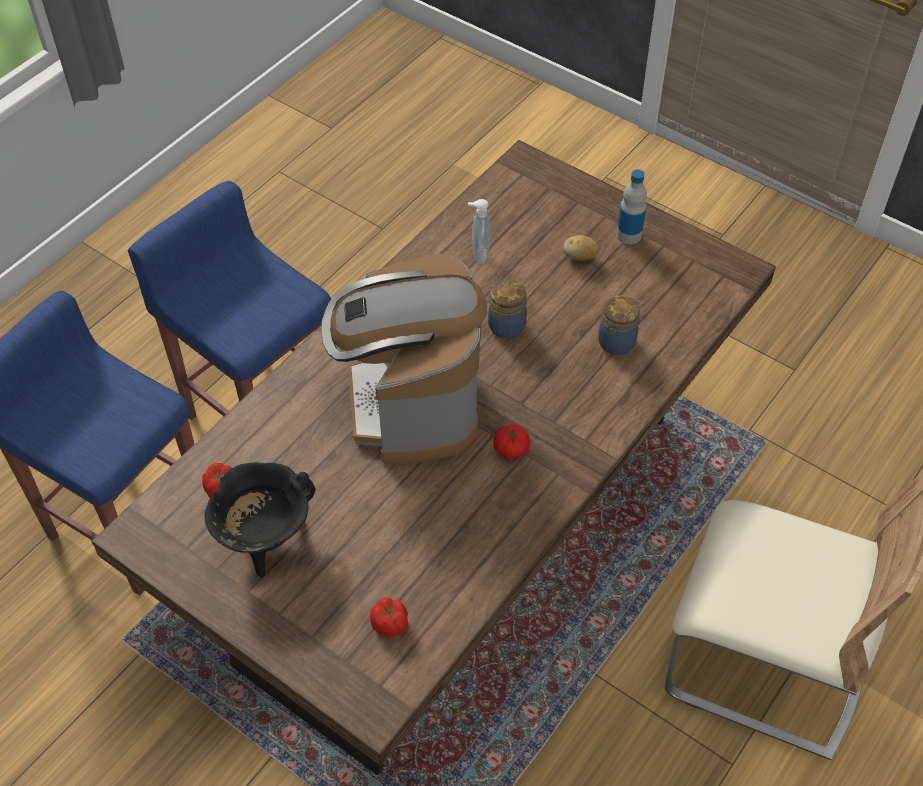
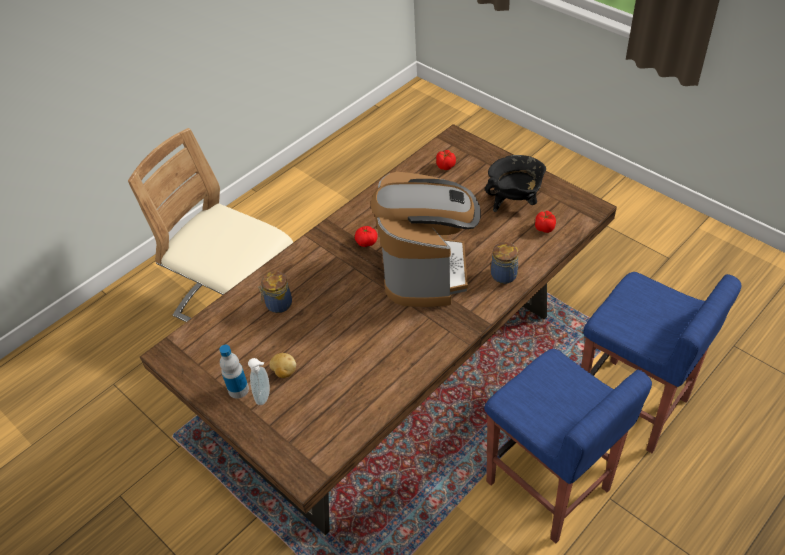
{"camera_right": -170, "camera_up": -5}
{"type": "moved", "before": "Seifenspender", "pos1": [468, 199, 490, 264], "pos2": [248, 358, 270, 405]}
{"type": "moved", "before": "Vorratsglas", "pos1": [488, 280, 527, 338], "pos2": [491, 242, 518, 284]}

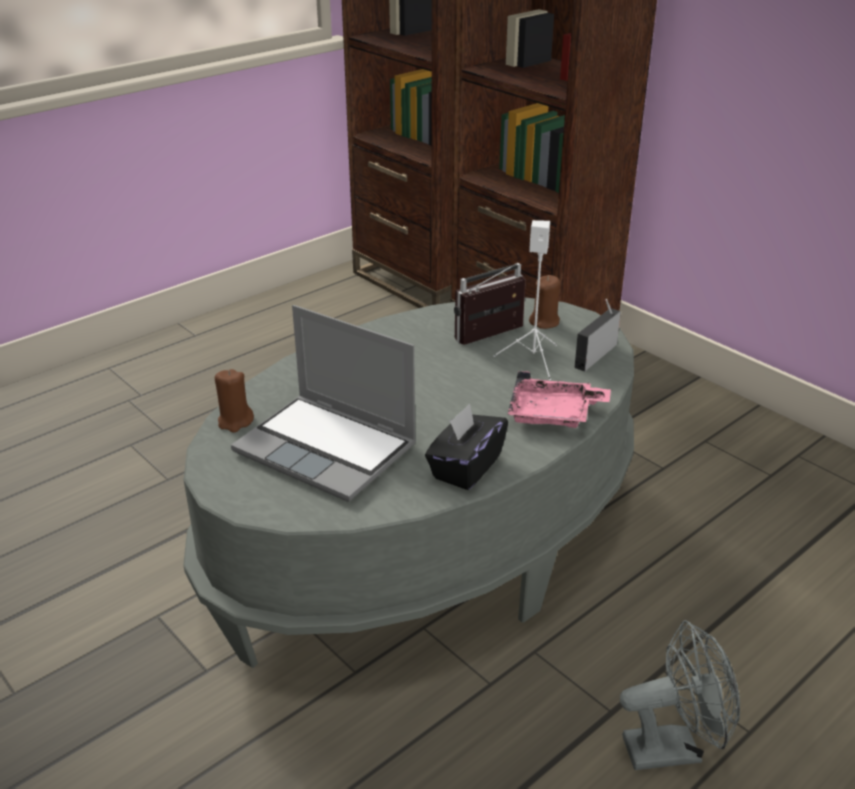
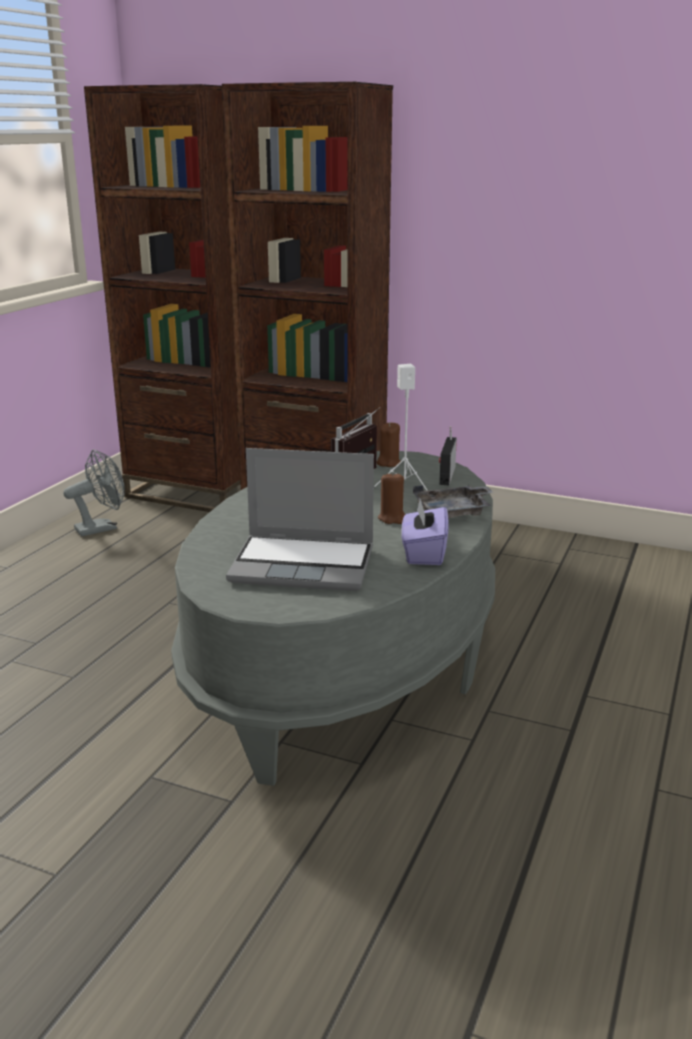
{"camera_right": -25, "camera_up": -10}
{"type": "moved", "before": "Kerze [braun]", "pos1": [215, 369, 254, 433], "pos2": [378, 472, 405, 524]}
{"type": "recoloured", "before": "Taschentuchbox [schwarz]", "after": "Taschentuchbox [lila]", "pos1": [425, 403, 508, 490], "pos2": [402, 499, 448, 565]}
{"type": "recoloured", "before": "Tablett [rosa]", "after": "Tablett [grau]", "pos1": [507, 371, 611, 428], "pos2": [413, 485, 494, 518]}
{"type": "moved", "before": "Ventilator [grau]", "pos1": [620, 620, 740, 770], "pos2": [63, 449, 125, 536]}

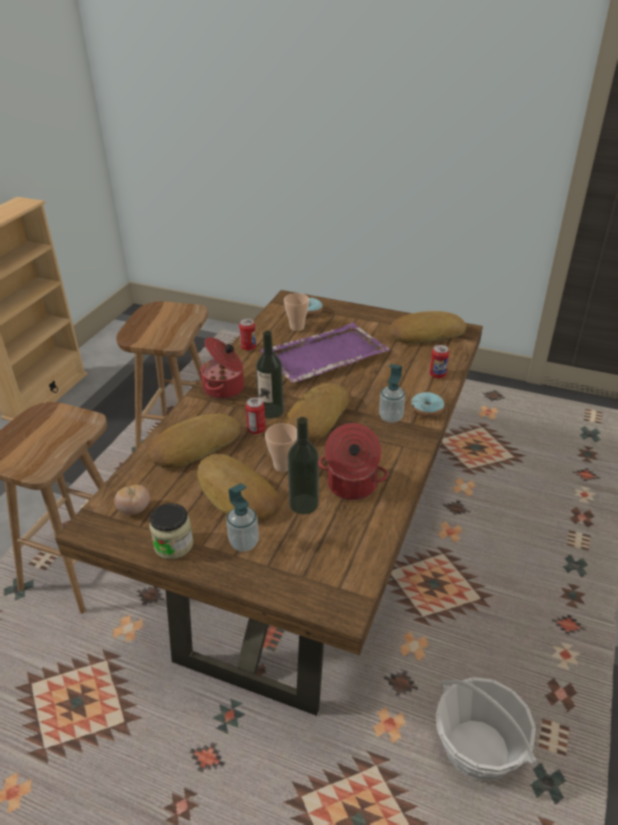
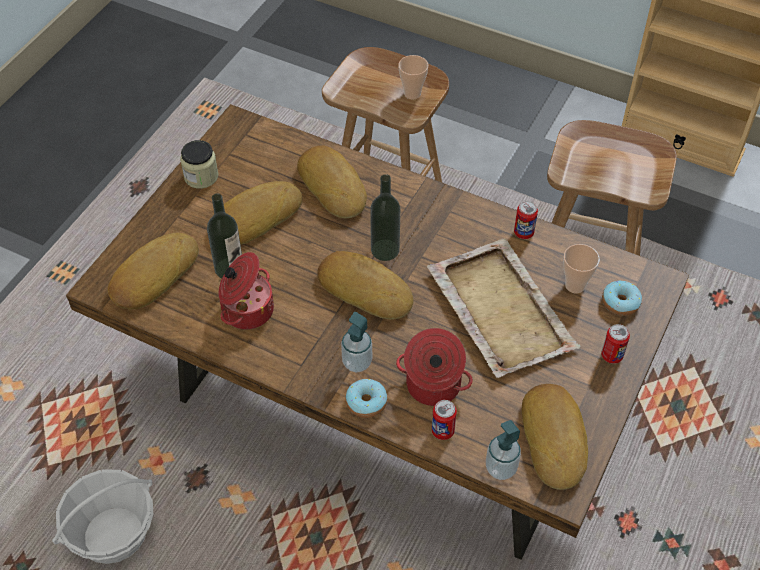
{"camera_right": 95, "camera_up": 15}
{"type": "removed", "before": "Tomate", "pos1": [114, 485, 150, 515]}
{"type": "moved", "before": "Kochtopf", "pos1": [200, 337, 244, 399], "pos2": [396, 328, 473, 406]}
{"type": "moved", "before": "Seifenspender", "pos1": [226, 483, 259, 552], "pos2": [486, 420, 521, 480]}
{"type": "moved", "before": "Dose", "pos1": [245, 397, 266, 434], "pos2": [601, 324, 630, 364]}
{"type": "recoloured", "before": "Tablett [lila]", "after": "Tablett [beige]", "pos1": [260, 322, 390, 383], "pos2": [427, 238, 581, 378]}
{"type": "moved", "before": "Tasse", "pos1": [265, 423, 297, 472], "pos2": [398, 55, 428, 99]}
{"type": "added", "after": "Brot", "pos2": [108, 233, 199, 310]}

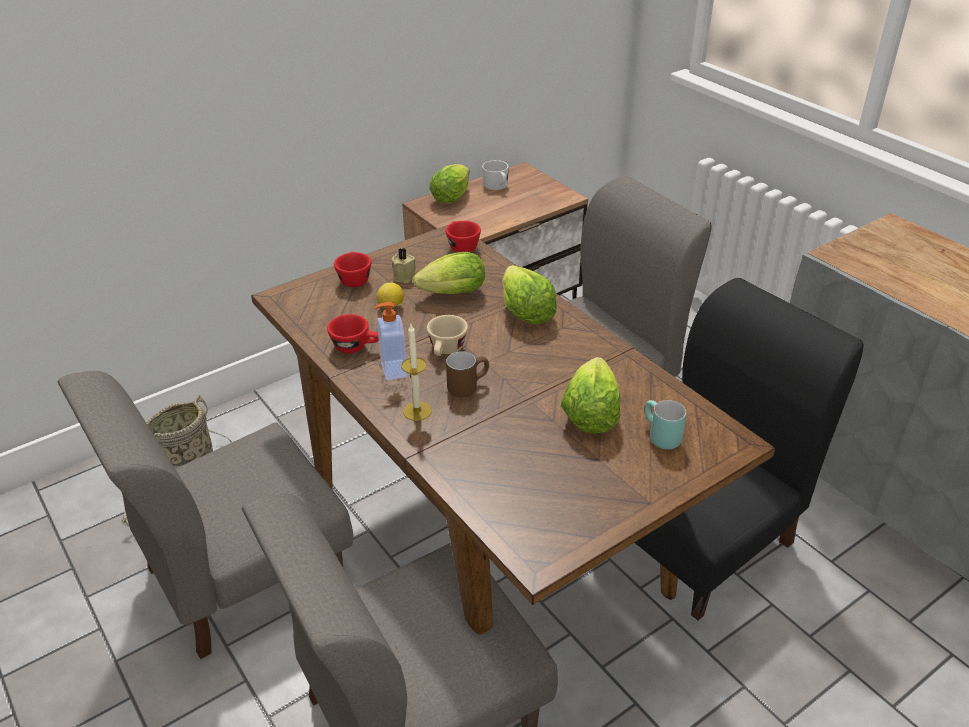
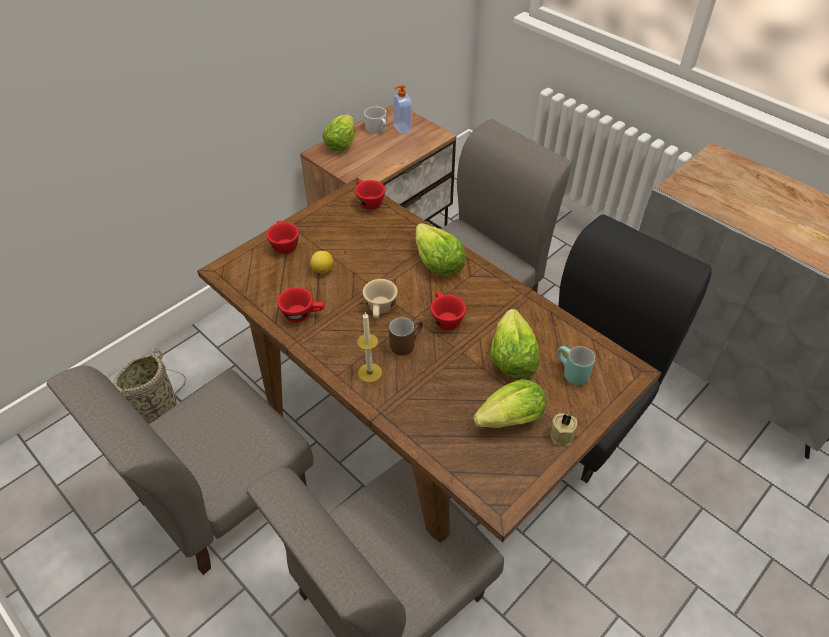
{"camera_right": -10, "camera_up": 10}
{"type": "moved", "before": "Seifenspender", "pos1": [374, 302, 408, 380], "pos2": [393, 85, 412, 134]}
{"type": "moved", "before": "Kerze [beige]", "pos1": [392, 248, 418, 283], "pos2": [551, 413, 577, 447]}
{"type": "moved", "before": "Salatkopf", "pos1": [413, 252, 485, 294], "pos2": [473, 379, 546, 428]}
{"type": "added", "after": "Tasse [rot]", "pos2": [430, 292, 466, 330]}

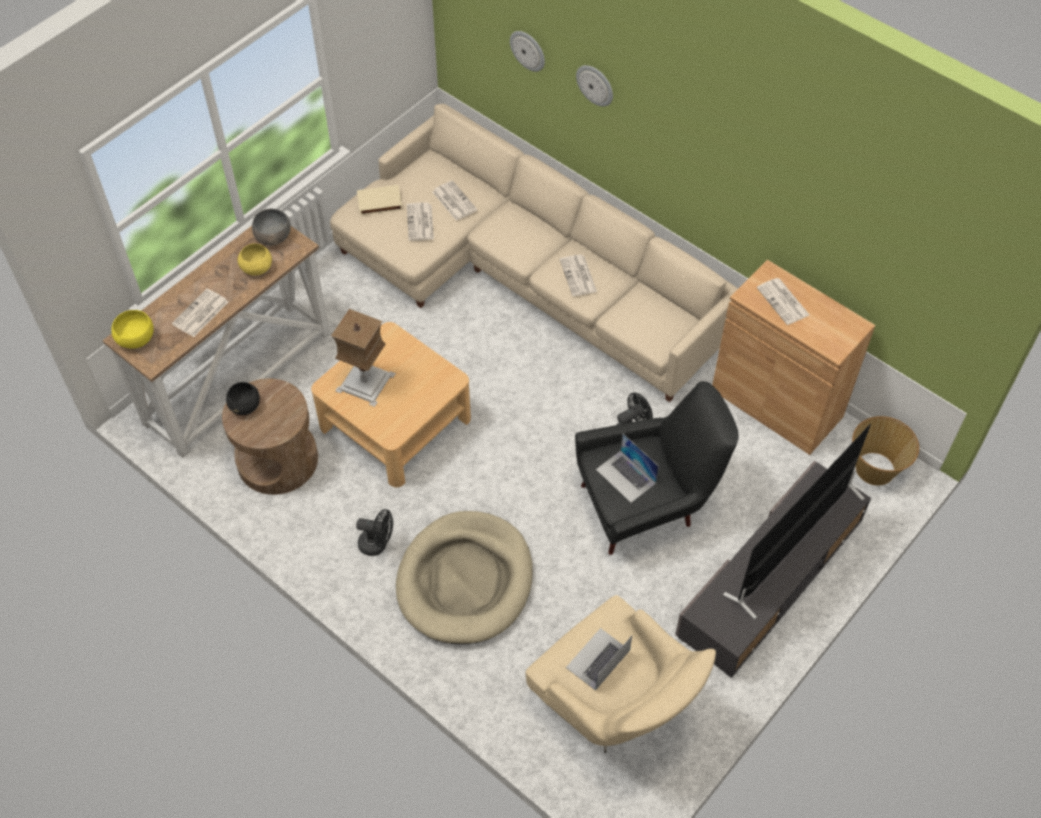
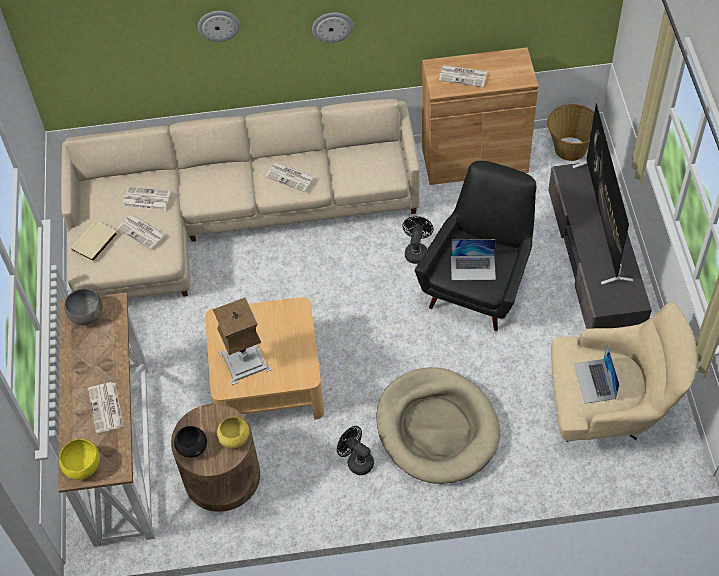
{"camera_right": -45, "camera_up": 0}
{"type": "moved", "before": "Schüssel [gelb]", "pos1": [238, 244, 272, 276], "pos2": [217, 417, 250, 449]}
{"type": "turned", "before": "Ventilator [schwarz]", "pos1": [356, 509, 393, 556], "pos2": [337, 426, 374, 475], "turn": -105}
{"type": "moved", "before": "Wanduhr", "pos1": [510, 31, 545, 72], "pos2": [312, 12, 353, 43]}

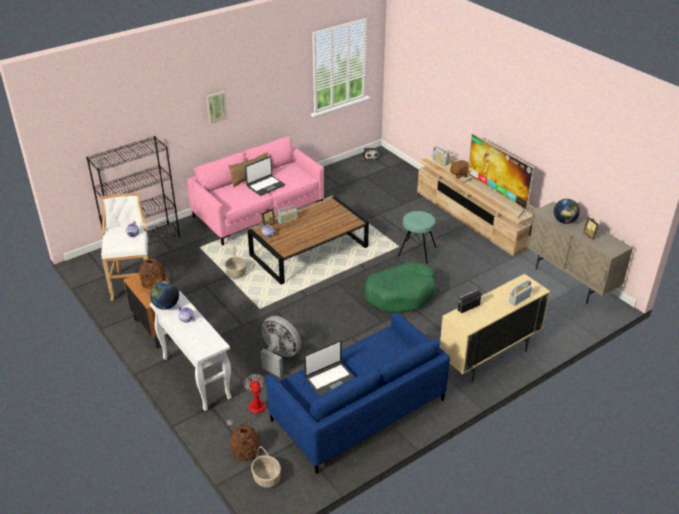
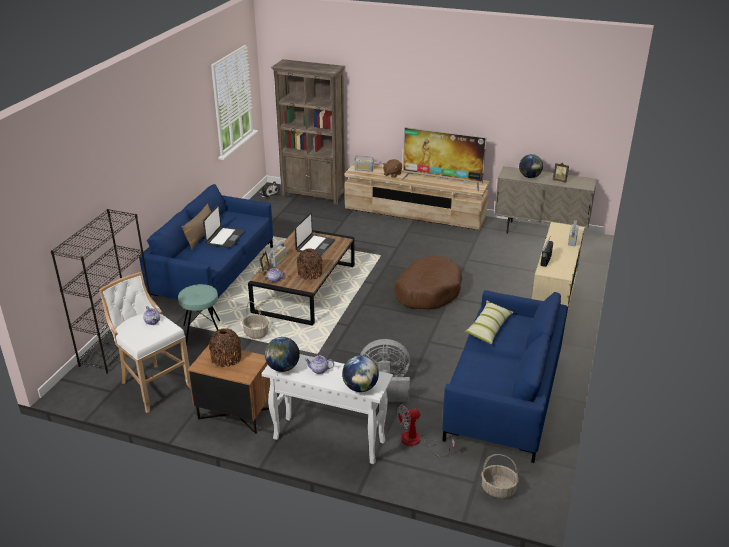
{"camera_right": -35, "camera_up": -5}
{"type": "recoloured", "before": "Sofa [rosa]", "after": "Sofa [blau]", "pos1": [187, 137, 324, 246], "pos2": [139, 184, 273, 315]}
{"type": "removed", "before": "Bild", "pos1": [206, 91, 228, 124]}
{"type": "turned", "before": "Ventilator", "pos1": [227, 374, 266, 428], "pos2": [397, 404, 455, 457], "turn": -60}
{"type": "moved", "before": "Vase [braun]", "pos1": [231, 425, 260, 462], "pos2": [297, 248, 322, 280]}
{"type": "moved", "before": "Laptop", "pos1": [304, 340, 355, 396], "pos2": [295, 212, 335, 255]}
{"type": "recoloured", "before": "Hundebett [grün]", "after": "Hundebett [braun]", "pos1": [364, 262, 435, 313], "pos2": [394, 255, 462, 309]}
{"type": "moved", "before": "Hocker [türkis]", "pos1": [398, 211, 436, 264], "pos2": [178, 284, 220, 346]}
{"type": "added", "after": "Bücherregal [braun]", "pos2": [271, 59, 345, 205]}
{"type": "added", "after": "Globus", "pos2": [342, 355, 379, 392]}
{"type": "added", "after": "Kissen", "pos2": [464, 301, 514, 344]}

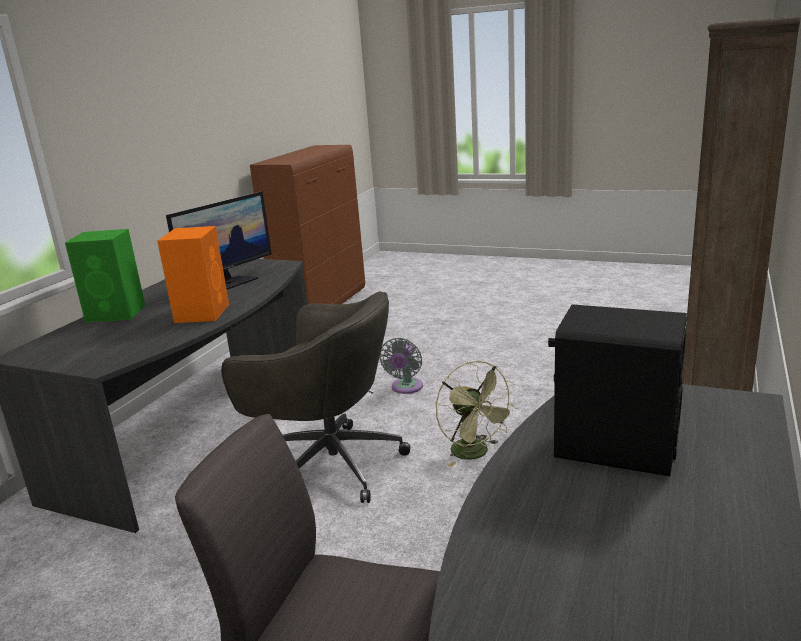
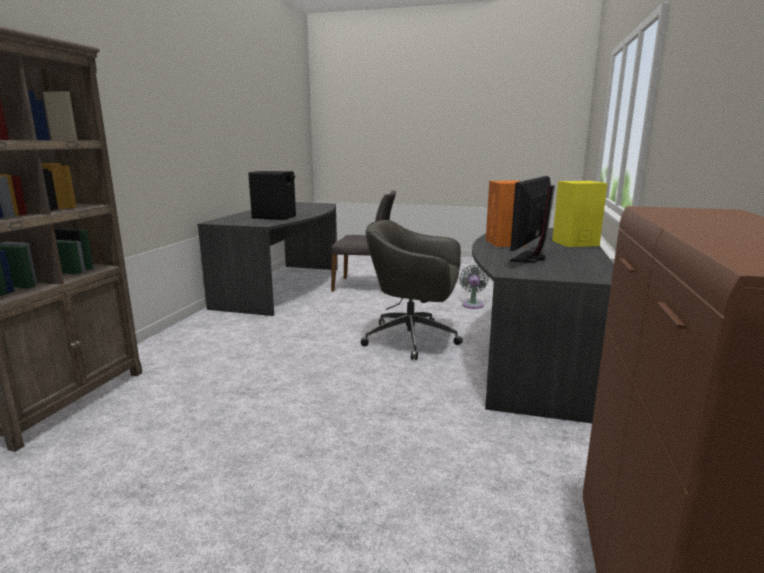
{"camera_right": 170, "camera_up": -5}
{"type": "recoloured", "before": "Lautsprecher [grün]", "after": "Lautsprecher [gelb]", "pos1": [65, 229, 145, 323], "pos2": [552, 181, 607, 247]}
{"type": "moved", "before": "Ventilator [grau]", "pos1": [380, 338, 423, 394], "pos2": [460, 265, 489, 309]}
{"type": "removed", "before": "Ventilator [grün]", "pos1": [436, 361, 517, 467]}

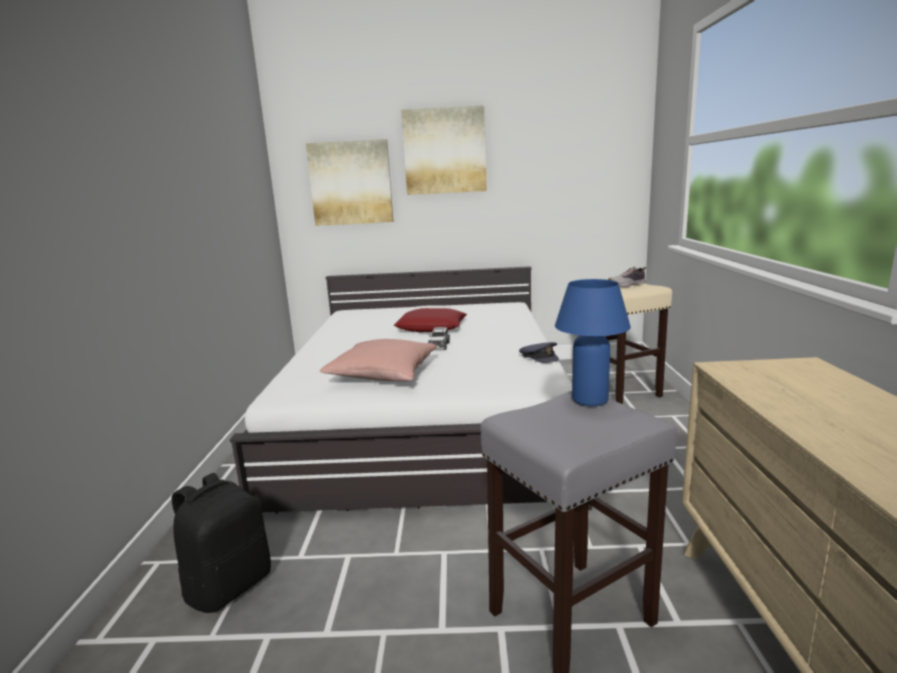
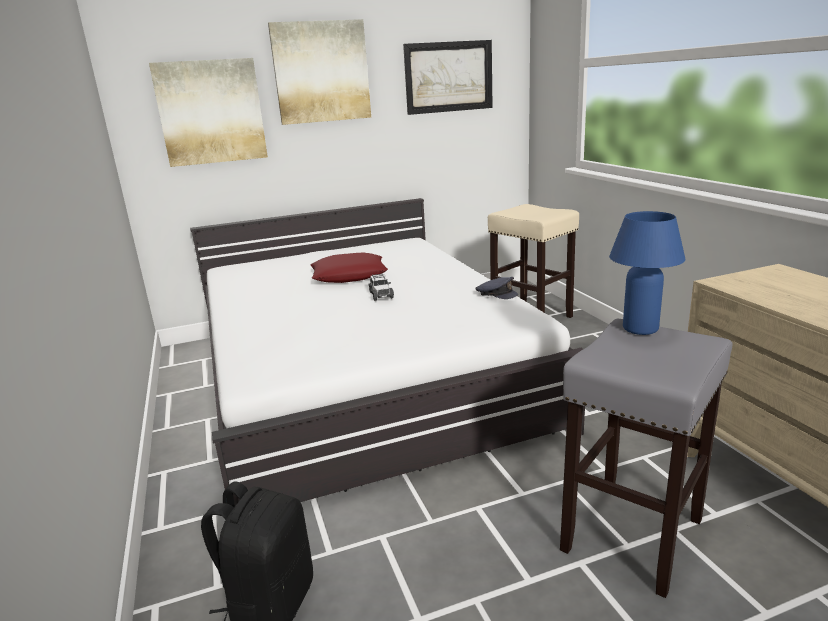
{"camera_right": -20, "camera_up": 5}
{"type": "removed", "before": "Kissen [rosa]", "pos1": [320, 339, 437, 382]}
{"type": "removed", "before": "Schuh", "pos1": [608, 267, 646, 287]}
{"type": "added", "after": "Bild", "pos2": [403, 40, 493, 115]}

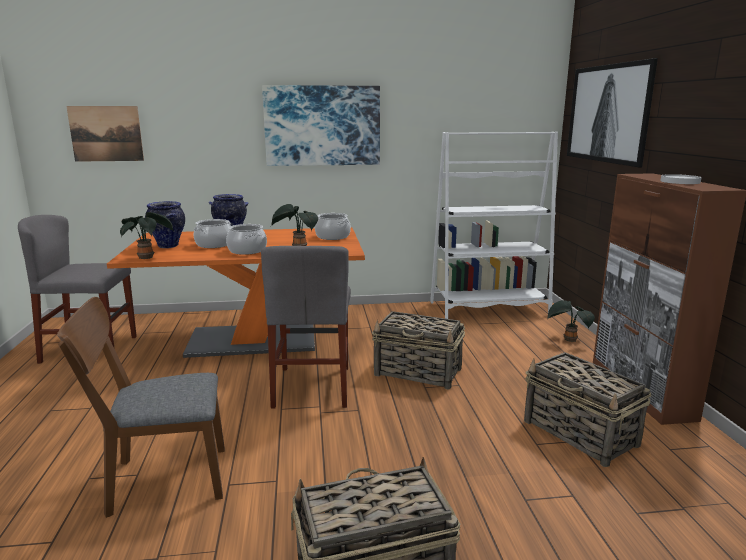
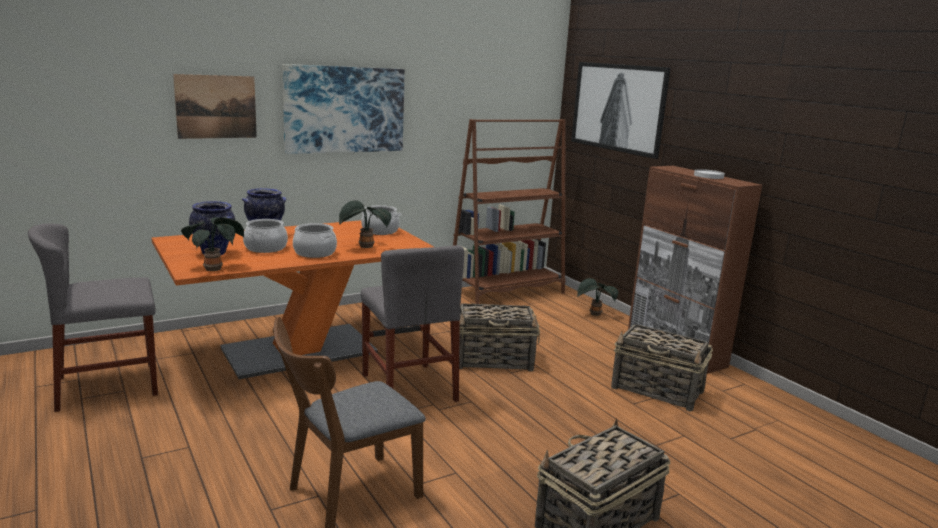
{"camera_right": -25, "camera_up": 0}
{"type": "moved", "before": "Bild", "pos1": [66, 106, 144, 162], "pos2": [173, 74, 257, 139]}
{"type": "recoloured", "before": "Bücherregal [weiß]", "after": "Bücherregal [braun]", "pos1": [430, 132, 558, 319], "pos2": [453, 119, 566, 304]}

